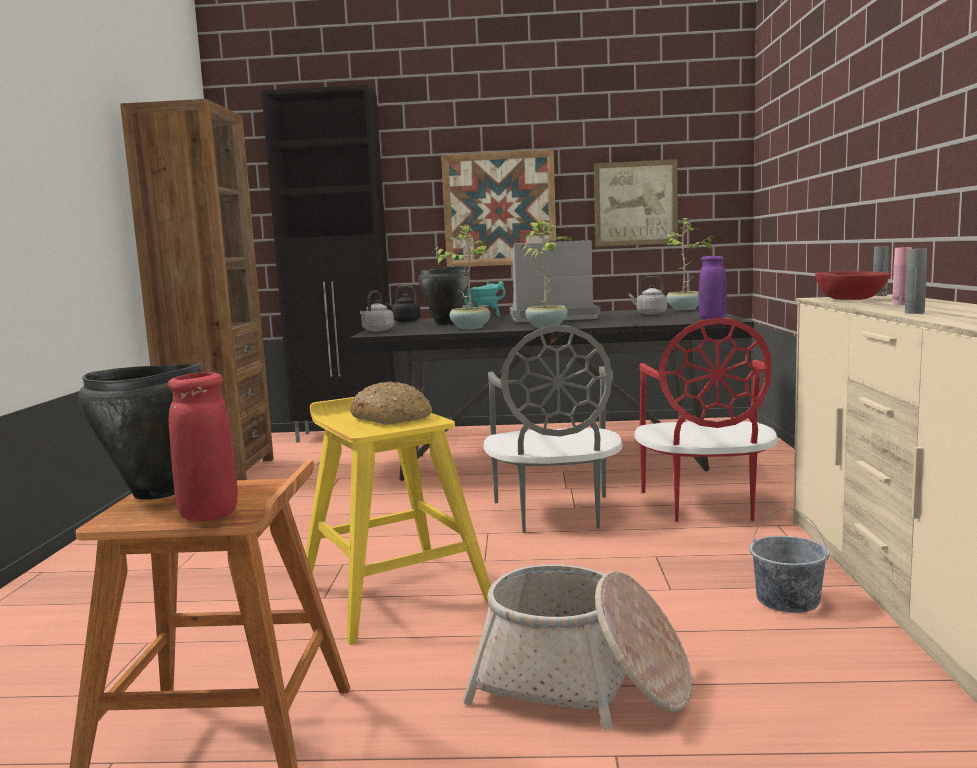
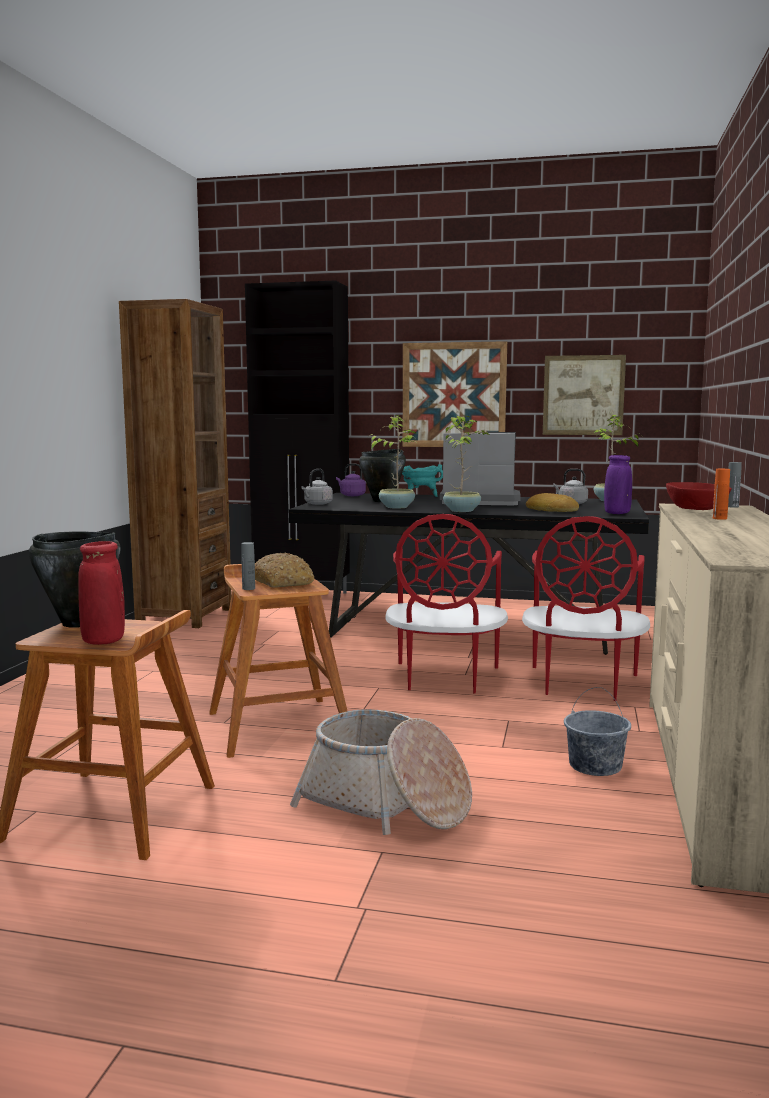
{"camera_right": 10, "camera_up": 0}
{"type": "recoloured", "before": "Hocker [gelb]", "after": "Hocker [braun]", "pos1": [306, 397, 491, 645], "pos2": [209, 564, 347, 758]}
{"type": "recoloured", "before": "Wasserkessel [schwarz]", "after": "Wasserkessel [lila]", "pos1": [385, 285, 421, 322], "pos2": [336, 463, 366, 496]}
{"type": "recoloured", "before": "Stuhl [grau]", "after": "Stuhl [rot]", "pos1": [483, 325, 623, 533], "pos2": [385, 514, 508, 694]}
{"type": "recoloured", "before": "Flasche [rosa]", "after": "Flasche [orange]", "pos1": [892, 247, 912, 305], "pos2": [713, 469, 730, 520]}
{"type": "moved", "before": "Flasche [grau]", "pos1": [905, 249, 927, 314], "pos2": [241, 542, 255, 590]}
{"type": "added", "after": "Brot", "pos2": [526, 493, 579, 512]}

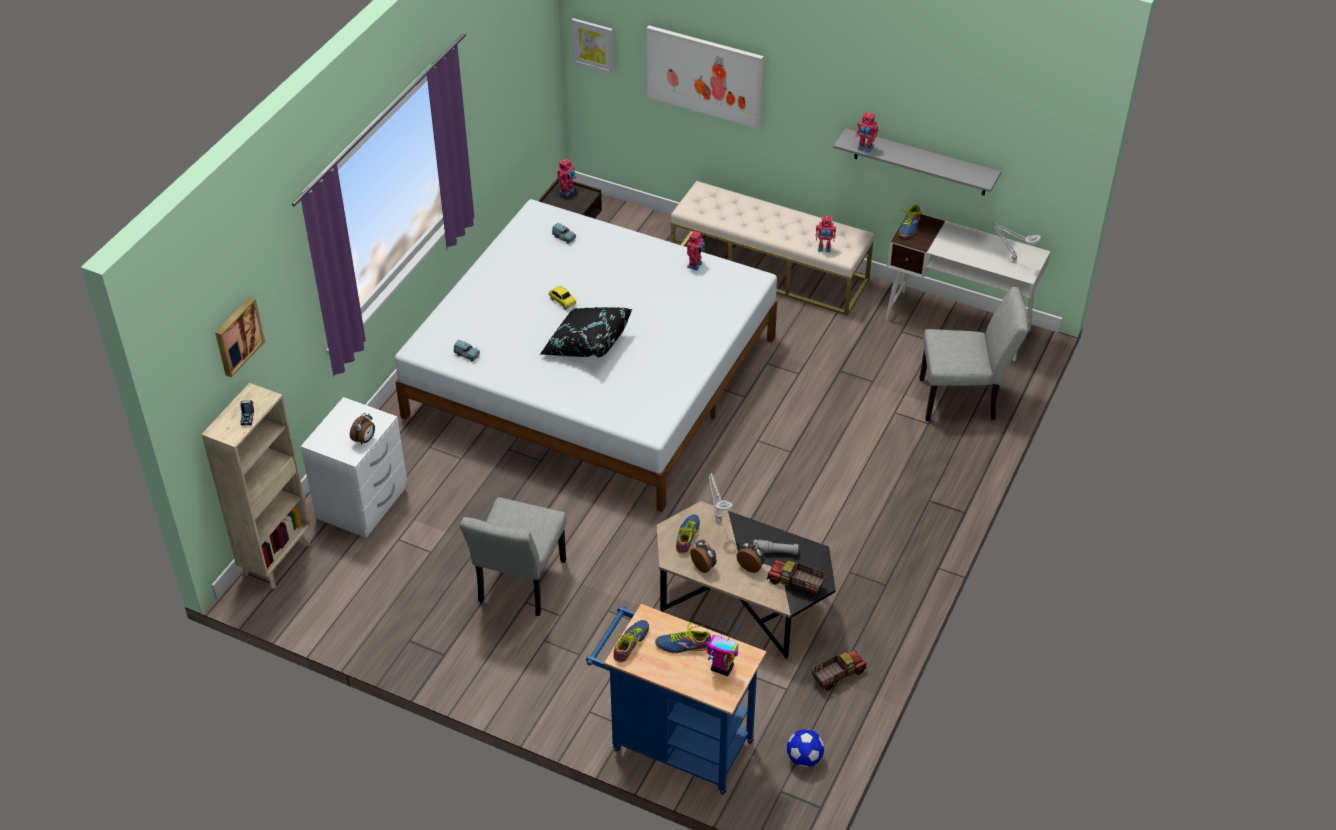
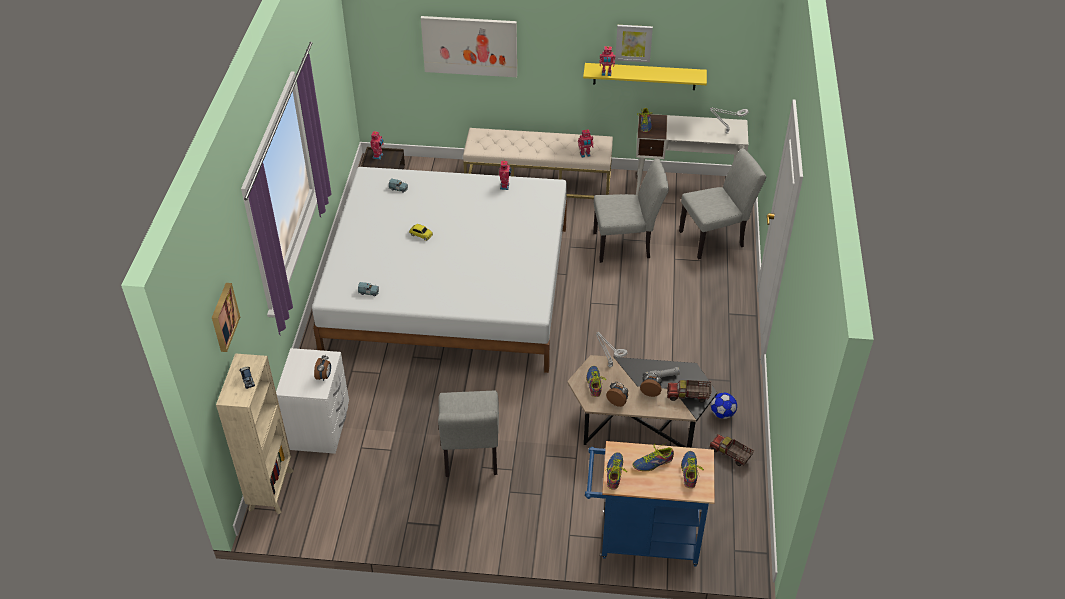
{"camera_right": -20, "camera_up": 0}
{"type": "removed", "before": "Kissen [schwarz]", "pos1": [539, 307, 632, 358]}
{"type": "moved", "before": "Bild", "pos1": [572, 18, 614, 74], "pos2": [615, 25, 653, 62]}
{"type": "replaced", "before": "Spielzeugroboter", "after": "Schuh", "pos1": [706, 619, 739, 676], "pos2": [681, 451, 704, 488]}
{"type": "moved", "before": "Fußball", "pos1": [787, 729, 824, 767], "pos2": [711, 393, 737, 419]}
{"type": "turned", "before": "Spielzeuglaster", "pos1": [811, 650, 867, 691], "pos2": [709, 434, 754, 466], "turn": -90}
{"type": "recoloured", "before": "Wandregal [grau]", "after": "Wandregal [gelb]", "pos1": [833, 128, 1001, 195], "pos2": [583, 63, 707, 90]}
{"type": "added", "after": "Stuhl [grau]", "pos2": [593, 159, 669, 263]}

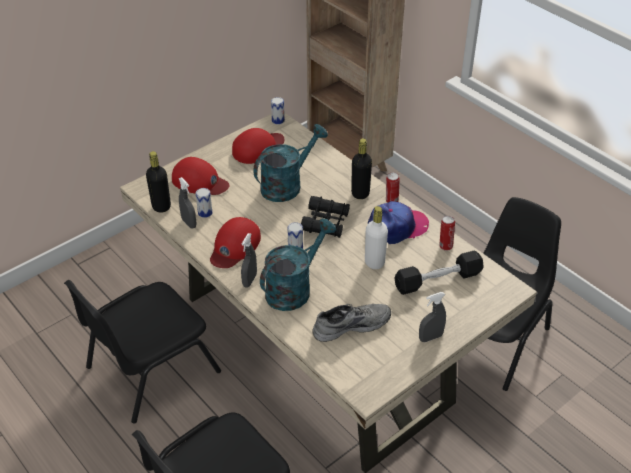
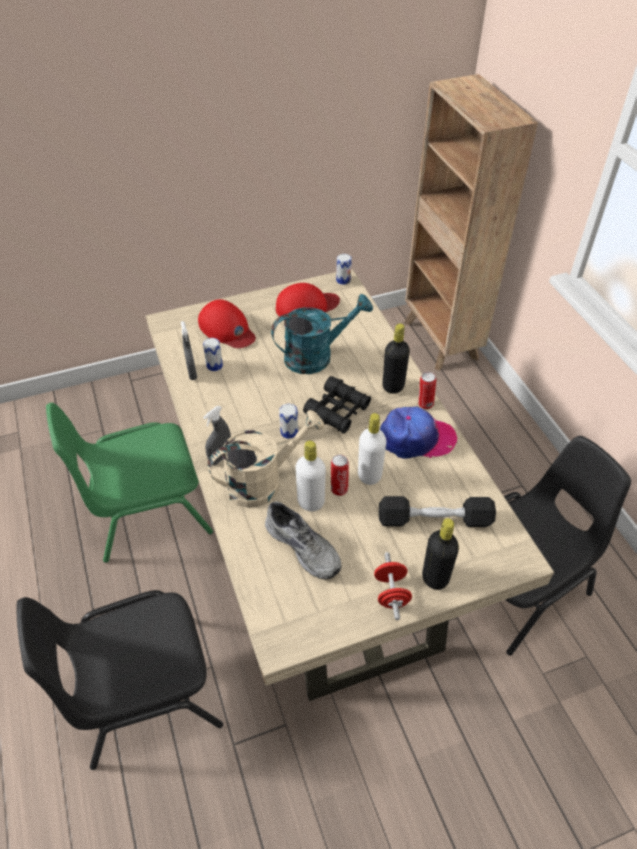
{"camera_right": 20, "camera_up": 5}
{"type": "recoloured", "before": "Stuhl [schwarz]", "after": "Stuhl [grün]", "pos1": [64, 280, 221, 423], "pos2": [46, 402, 213, 563]}
{"type": "moved", "before": "Flasche [schwarz]", "pos1": [146, 151, 171, 213], "pos2": [422, 518, 459, 590]}
{"type": "removed", "before": "Kappe [rot]", "pos1": [210, 217, 261, 268]}
{"type": "recoloured", "before": "Gießkanne [türkis]", "after": "Gießkanne [beige]", "pos1": [260, 218, 336, 311], "pos2": [208, 410, 325, 508]}
{"type": "turned", "before": "Schuh [grau]", "pos1": [312, 304, 391, 342], "pos2": [265, 501, 341, 580], "turn": 45}
{"type": "replaced", "before": "Sprühflasche [grau]", "after": "Hantel [rot]", "pos1": [419, 292, 446, 342], "pos2": [374, 552, 412, 620]}
{"type": "moved", "before": "Dose", "pos1": [439, 216, 455, 251], "pos2": [331, 455, 349, 496]}
{"type": "added", "after": "Flasche [weiß]", "pos2": [295, 441, 326, 511]}

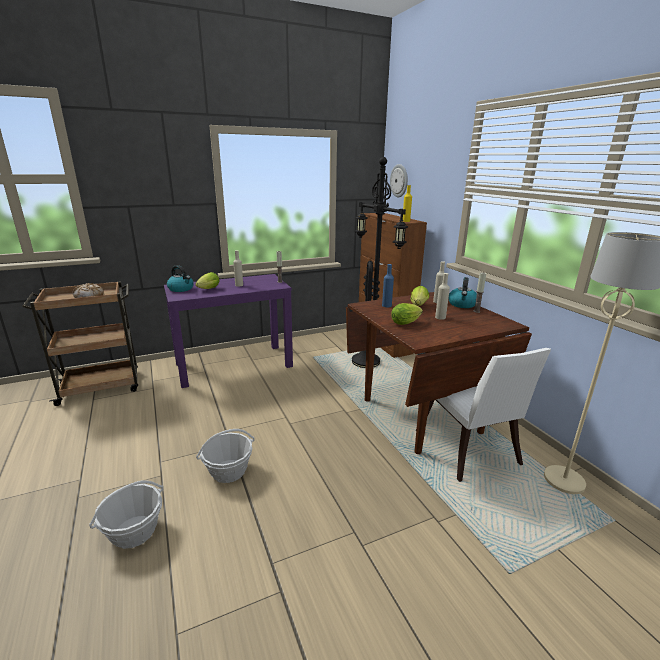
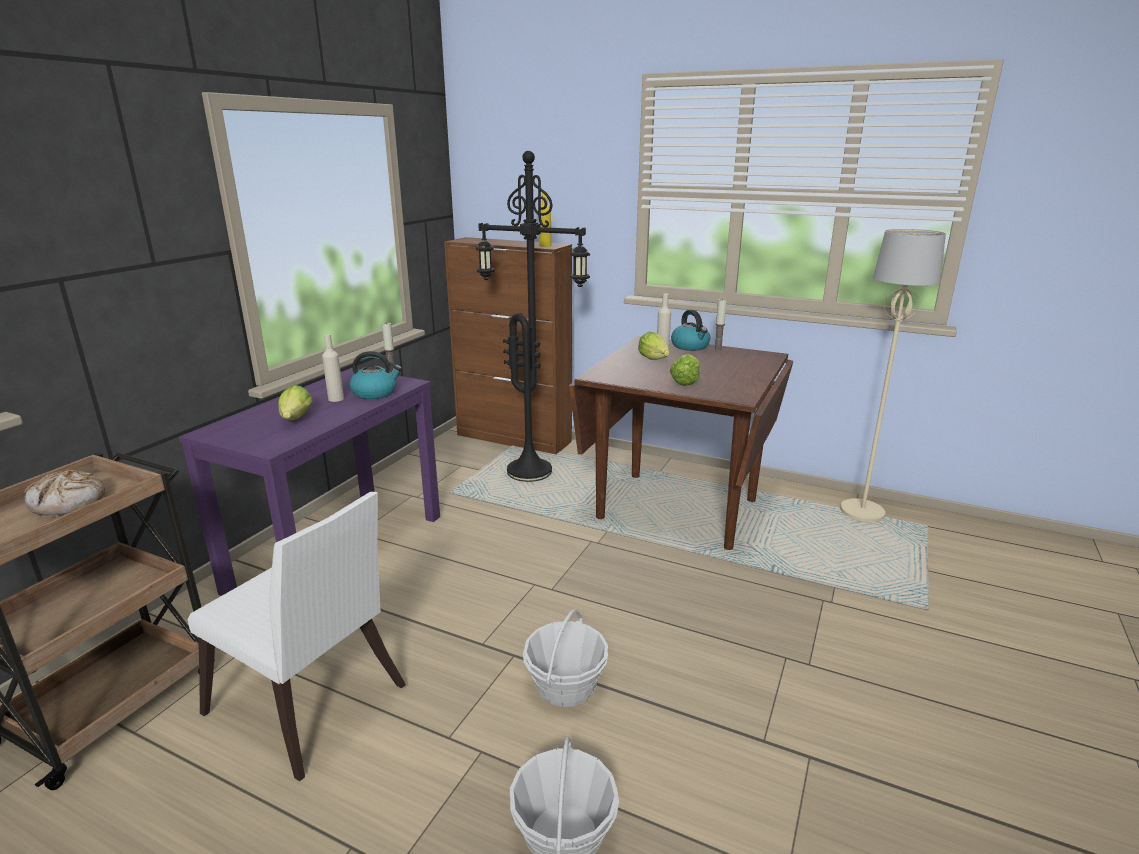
{"camera_right": -40, "camera_up": 0}
{"type": "moved", "before": "Wasserkessel", "pos1": [167, 265, 193, 292], "pos2": [350, 351, 402, 399]}
{"type": "removed", "before": "Flasche [blau]", "pos1": [382, 264, 394, 307]}
{"type": "removed", "before": "Wanduhr", "pos1": [390, 164, 408, 198]}
{"type": "moved", "before": "Stuhl [weiß]", "pos1": [416, 348, 551, 482], "pos2": [188, 492, 406, 781]}
{"type": "removed", "before": "Flasche [beige]", "pos1": [435, 273, 450, 320]}

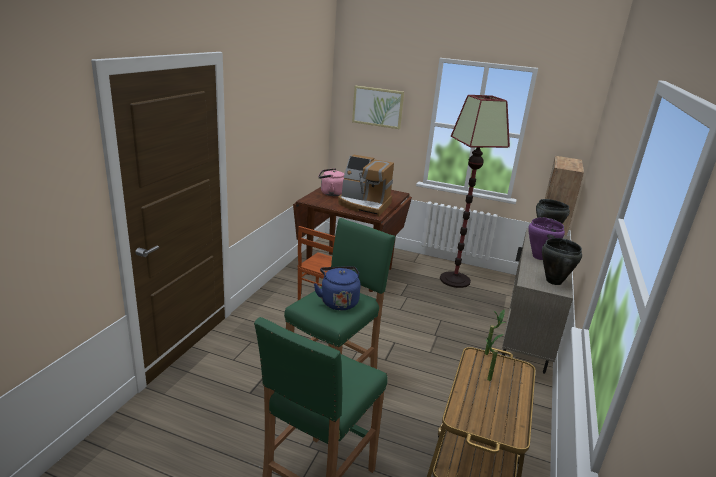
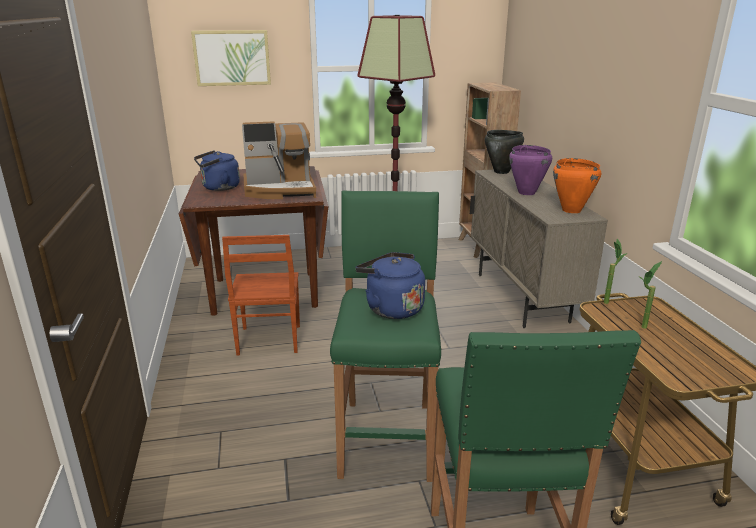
{"camera_right": -30, "camera_up": 0}
{"type": "recoloured", "before": "Wasserkessel [rosa]", "after": "Wasserkessel [blau]", "pos1": [318, 168, 344, 196], "pos2": [194, 151, 240, 191]}
{"type": "recoloured", "before": "Kochtopf [schwarz]", "after": "Kochtopf [orange]", "pos1": [542, 238, 582, 285], "pos2": [553, 158, 601, 213]}

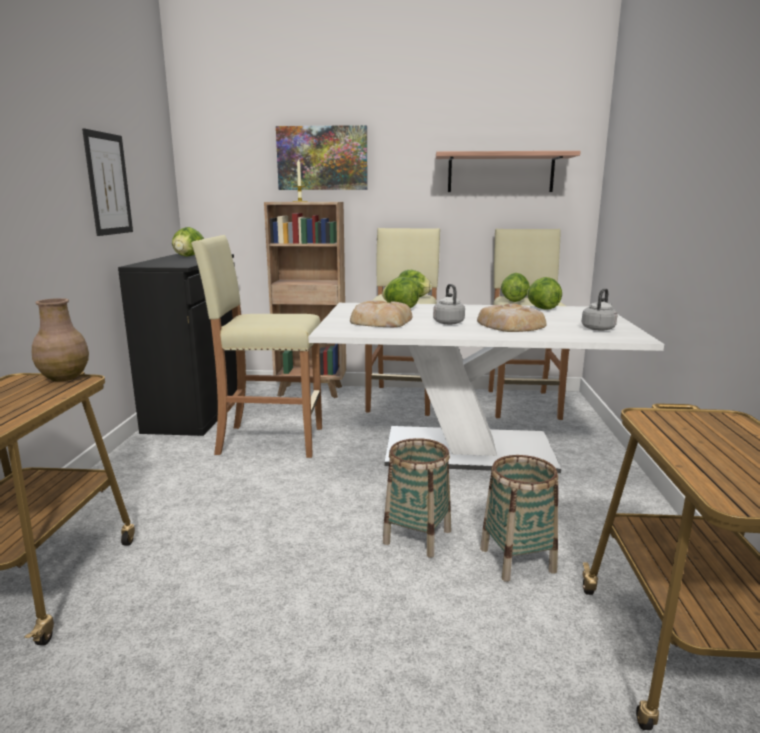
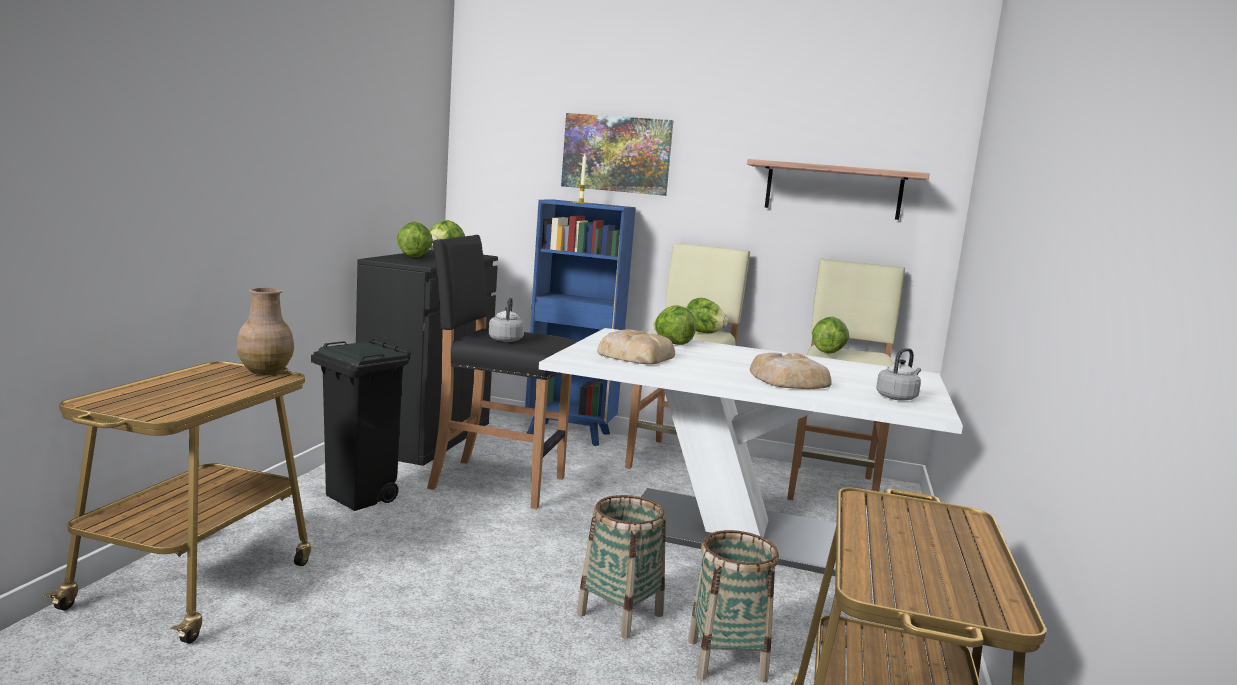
{"camera_right": 10, "camera_up": -5}
{"type": "removed", "before": "Bild", "pos1": [82, 128, 133, 236]}
{"type": "recoloured", "before": "Hocker [beige]", "after": "Hocker [schwarz]", "pos1": [191, 235, 322, 458], "pos2": [427, 235, 575, 509]}
{"type": "recoloured", "before": "Bücherregal [braun]", "after": "Bücherregal [blau]", "pos1": [264, 202, 346, 398], "pos2": [525, 200, 636, 446]}
{"type": "moved", "before": "Wasserkessel [grau]", "pos1": [433, 284, 465, 325], "pos2": [489, 297, 524, 342]}
{"type": "moved", "before": "Salatkopf", "pos1": [527, 277, 562, 310], "pos2": [397, 222, 433, 258]}
{"type": "added", "after": "Mülleimer [schwarz]", "pos2": [311, 339, 411, 511]}

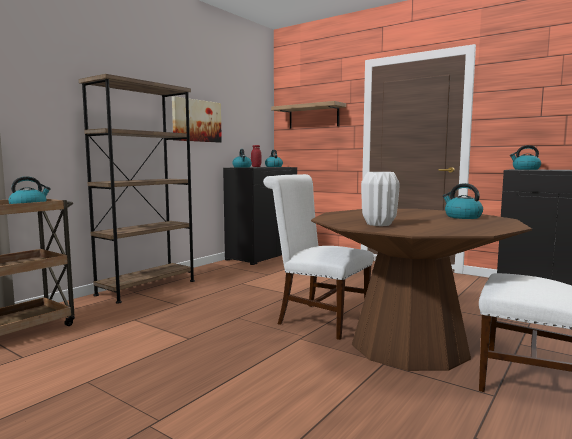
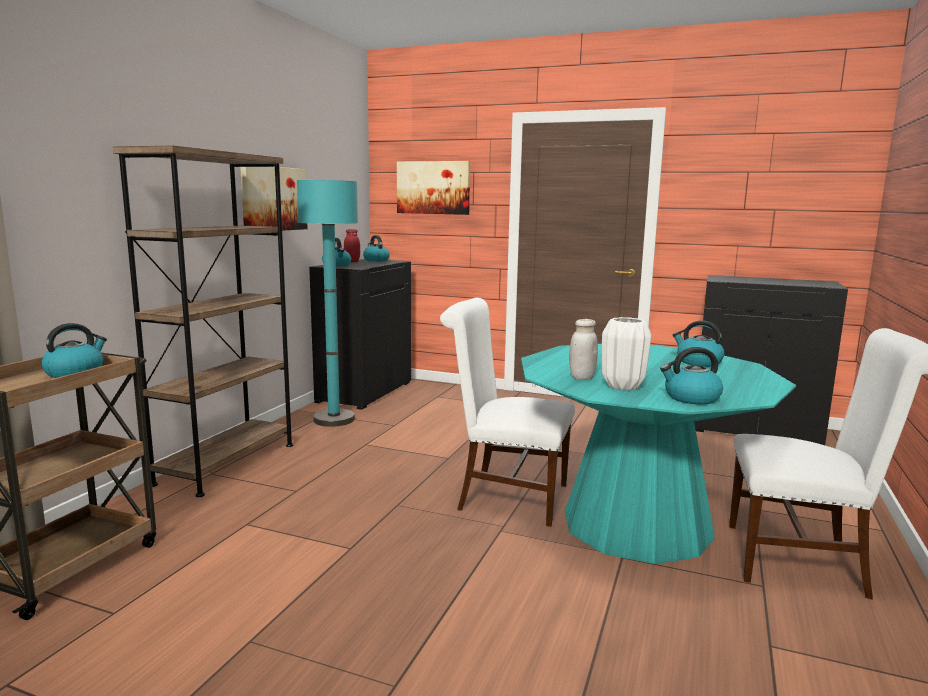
{"camera_right": -15, "camera_up": 5}
{"type": "replaced", "before": "Wandregal", "after": "Bild", "pos1": [271, 101, 346, 129], "pos2": [397, 161, 470, 215]}
{"type": "recoloured", "before": "Esstisch [braun]", "after": "Esstisch [türkis]", "pos1": [311, 209, 532, 371], "pos2": [521, 344, 796, 564]}
{"type": "moved", "before": "Wasserkessel", "pos1": [510, 145, 541, 170], "pos2": [660, 347, 723, 405]}
{"type": "added", "after": "Stehlampe [türkis]", "pos2": [297, 180, 358, 427]}
{"type": "added", "after": "Vorratsglas [weiß]", "pos2": [569, 319, 598, 380]}

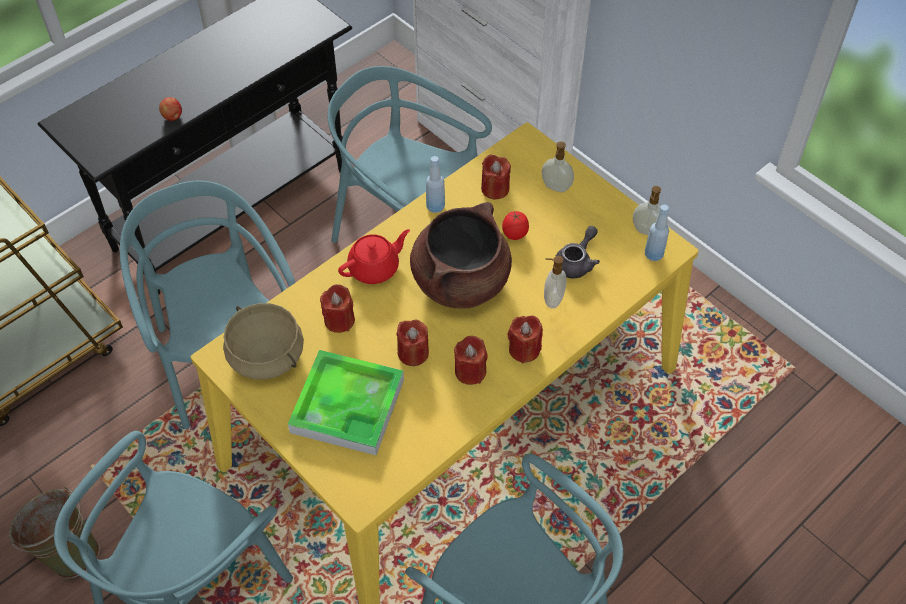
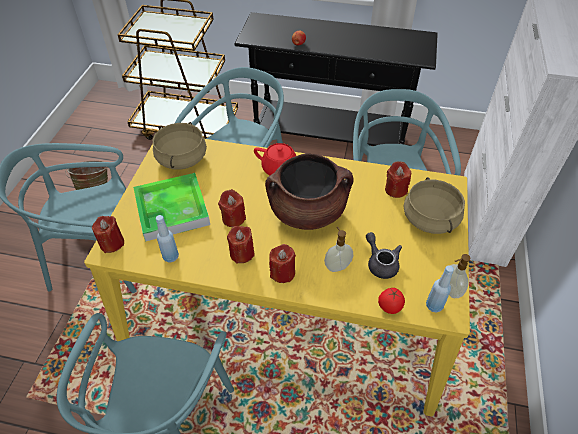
{"camera_right": 55, "camera_up": -5}
{"type": "moved", "before": "Kerze [rot]", "pos1": [320, 284, 355, 333], "pos2": [92, 216, 124, 253]}
{"type": "moved", "before": "Flasche [blau]", "pos1": [426, 156, 445, 213], "pos2": [156, 215, 179, 262]}
{"type": "moved", "before": "Tomate", "pos1": [502, 211, 529, 240], "pos2": [378, 288, 405, 314]}
{"type": "replaced", "before": "Seifenspender", "after": "Kochtopf [beige]", "pos1": [541, 142, 574, 192], "pos2": [403, 177, 465, 234]}
{"type": "turned", "before": "Teekanne [grau]", "pos1": [556, 226, 600, 278], "pos2": [366, 232, 402, 279], "turn": -120}

